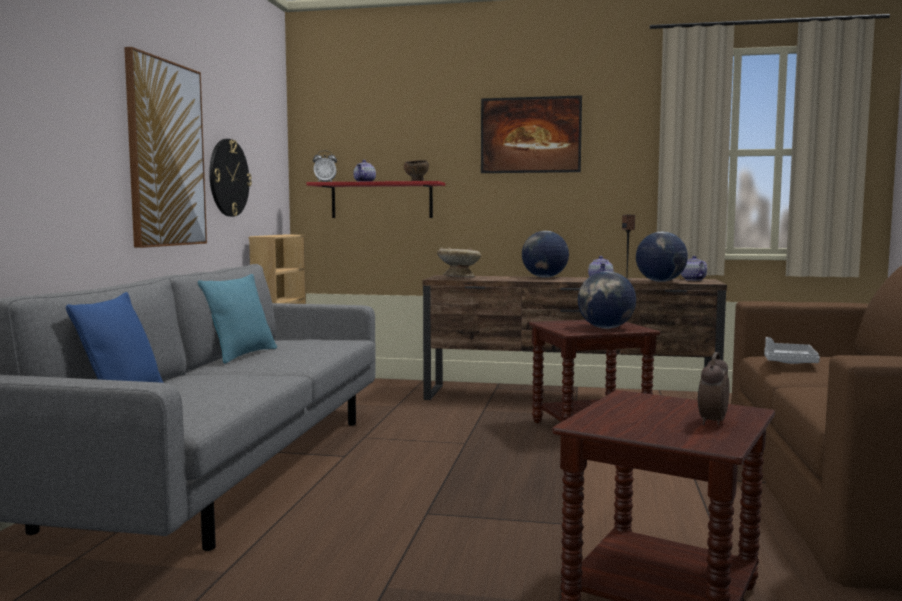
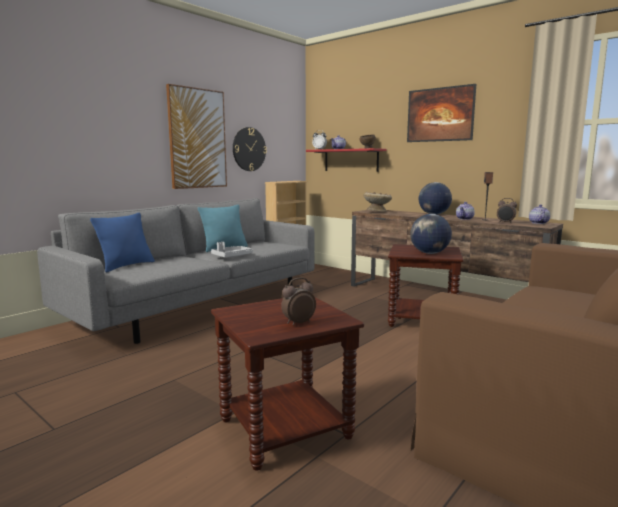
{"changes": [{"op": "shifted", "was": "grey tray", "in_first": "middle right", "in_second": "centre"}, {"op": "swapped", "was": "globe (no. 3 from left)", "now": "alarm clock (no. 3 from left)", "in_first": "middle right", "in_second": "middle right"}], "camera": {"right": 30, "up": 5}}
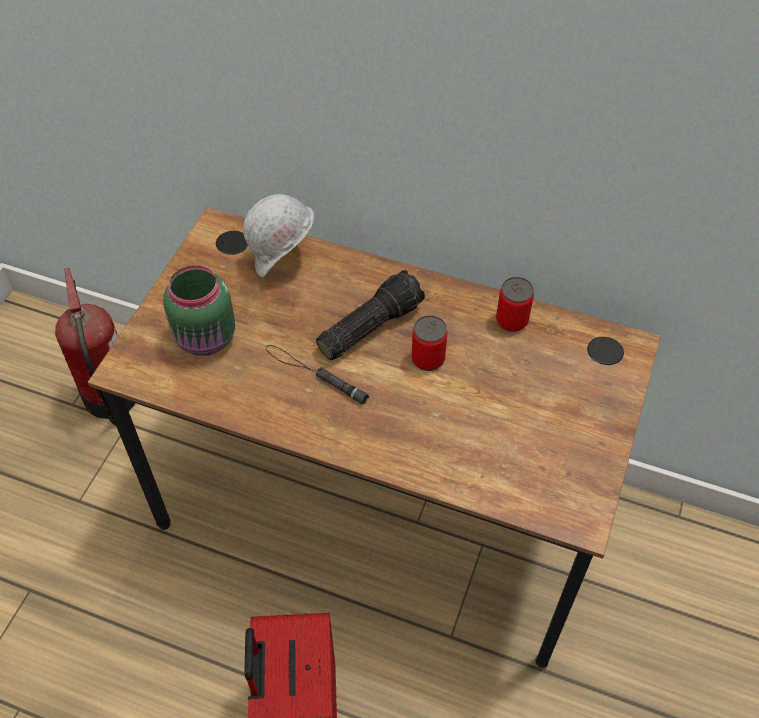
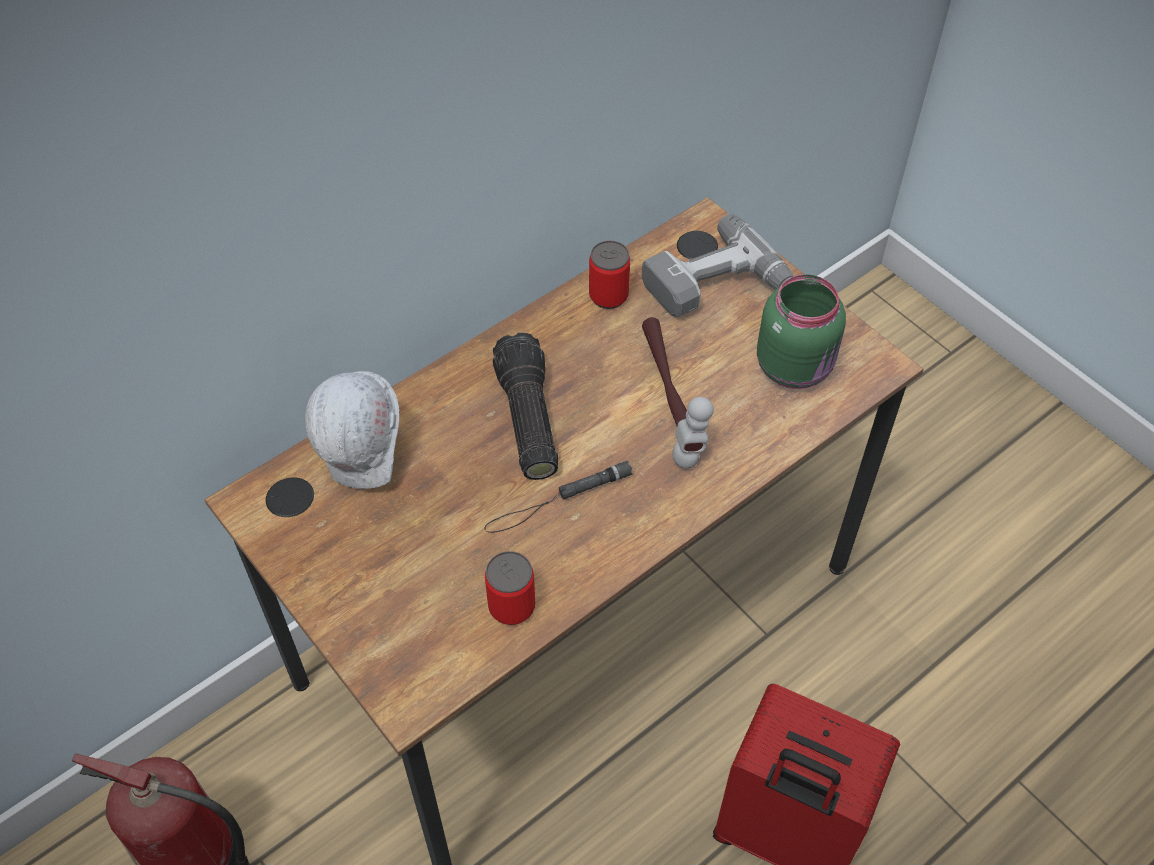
{"changes": [{"op": "new", "now": "power drill", "in_second": "top centre"}, {"op": "new", "now": "hammer", "in_second": "centre"}, {"op": "shifted", "was": "green jar", "in_first": "middle left", "in_second": "middle right"}, {"op": "shifted", "was": "can (no. 1 from left)", "in_first": "centre", "in_second": "bottom centre"}], "camera": {"right": -60, "up": 0}}
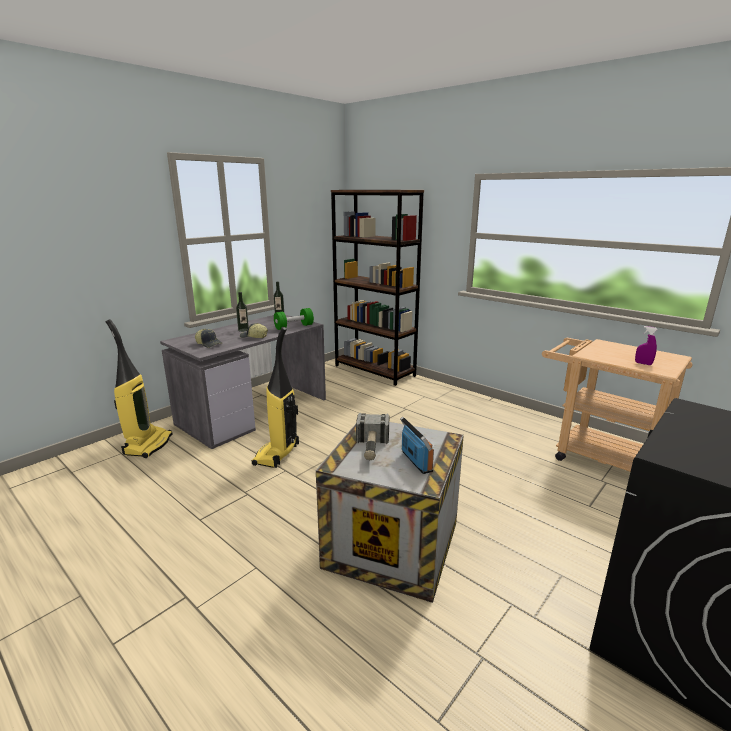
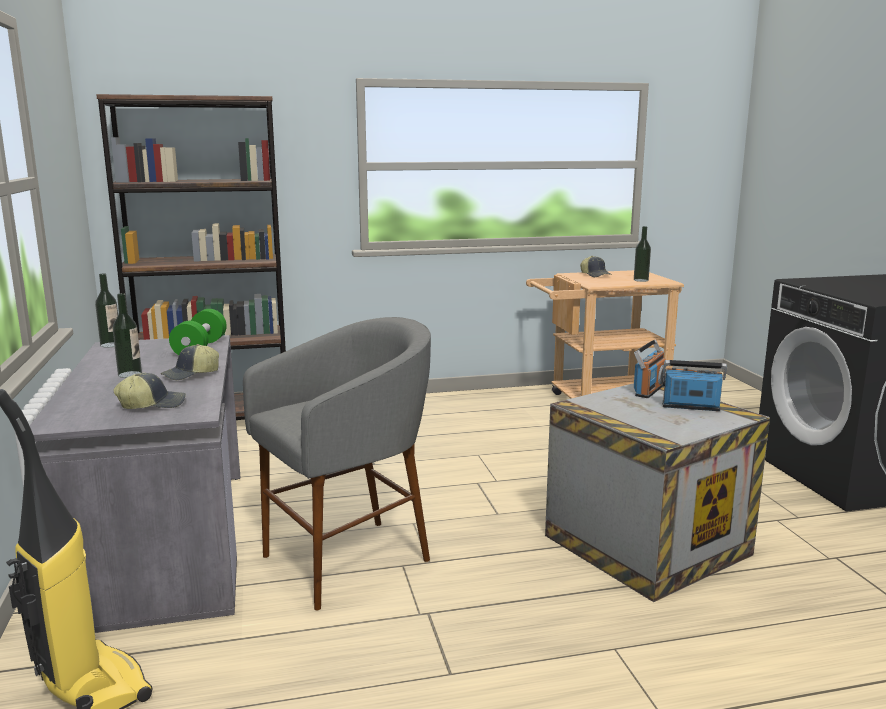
{"changes": [{"op": "gone", "was": "hammer", "in_first": "centre"}, {"op": "new", "now": "cap (no. 3 from left)", "in_second": "middle right"}, {"op": "new", "now": "radio (no. 1 from left)", "in_second": "middle right"}, {"op": "swapped", "was": "vacuum cleaner (no. 2 from left)", "now": "grey stool", "in_first": "centre", "in_second": "centre"}, {"op": "swapped", "was": "purple spray bottle", "now": "bottle (no. 3 from left)", "in_first": "middle right", "in_second": "middle right"}], "camera": {"right": -55, "up": -5}}
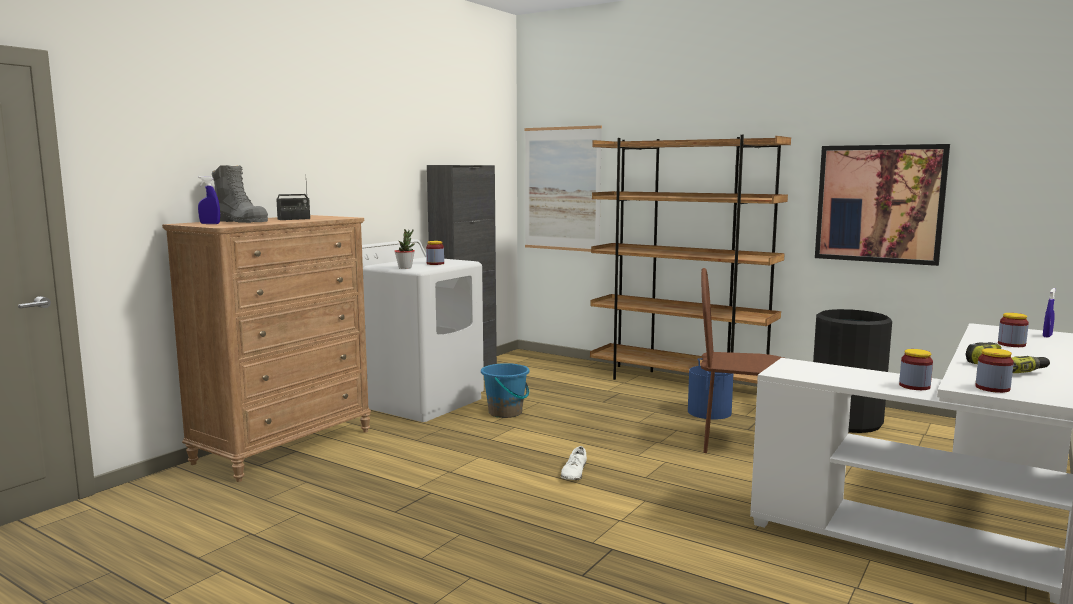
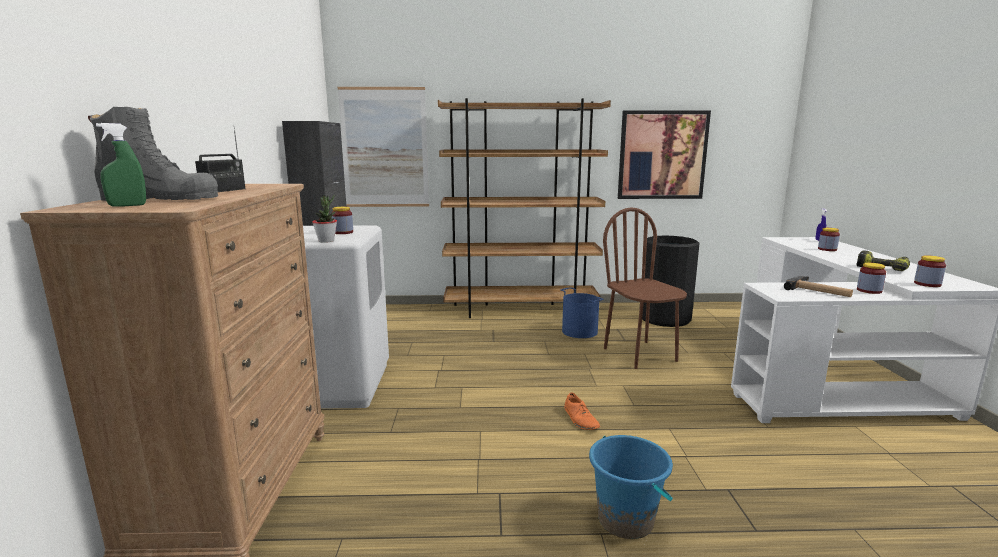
{"changes": [{"op": "new", "now": "hammer", "in_second": "middle right"}, {"op": "shifted", "was": "blue bucket (no. 1 from left in the first image)", "now": "blue bucket (no. 2 from left)", "in_first": "centre", "in_second": "bottom centre"}, {"op": "repainted", "was": "blue spray bottle (no. 1 from left)", "now": "green spray bottle", "in_first": "top left", "in_second": "top left"}, {"op": "repainted", "was": "white shoe", "now": "orange shoe", "in_first": "bottom centre", "in_second": "bottom centre"}, {"op": "rotated", "was": "brown chair", "in_first": "middle right", "in_second": "centre", "clockwise": 90}], "camera": {"right": -35, "up": 5}}
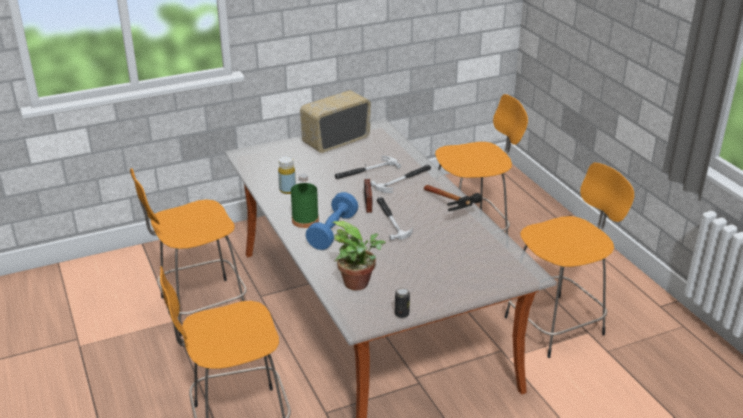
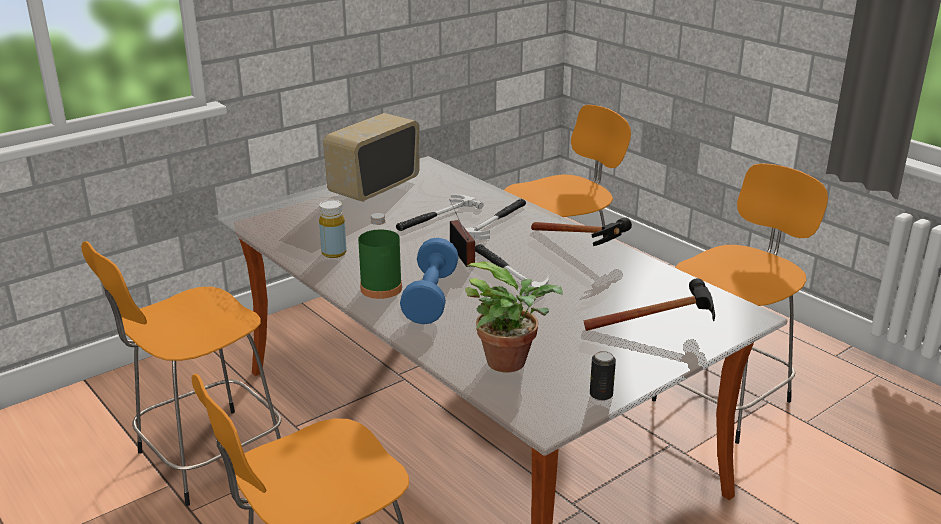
{"changes": [{"op": "new", "now": "hammer (no. 5 from left)", "in_second": "middle right"}], "camera": {"right": -15, "up": -5}}
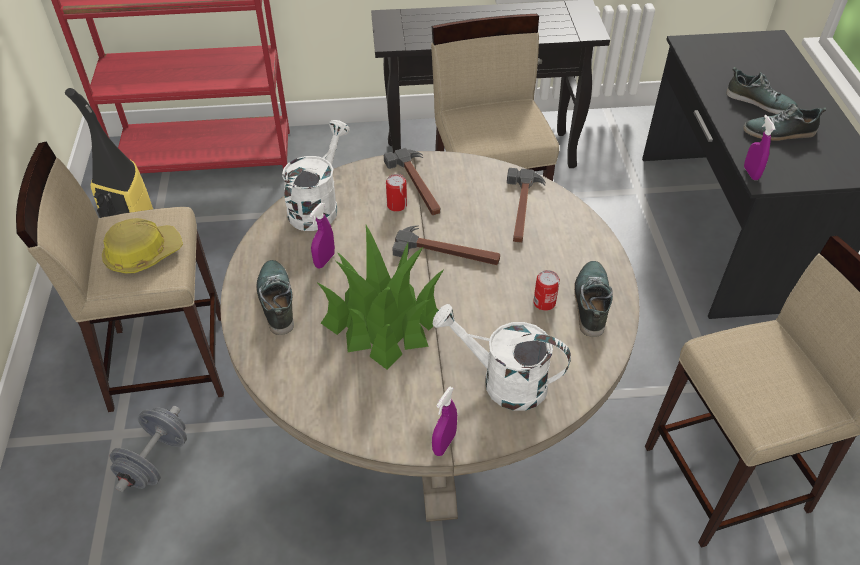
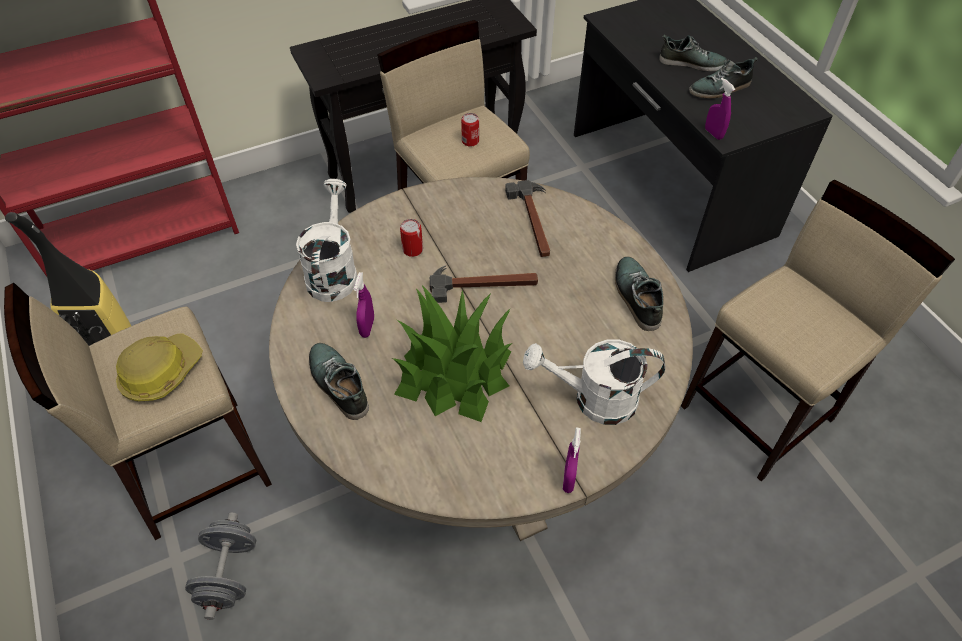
{"changes": [{"op": "gone", "was": "hammer (no. 1 from left)", "in_first": "top centre"}, {"op": "shifted", "was": "can (no. 2 from left)", "in_first": "centre", "in_second": "top centre"}], "camera": {"right": -20, "up": 5}}
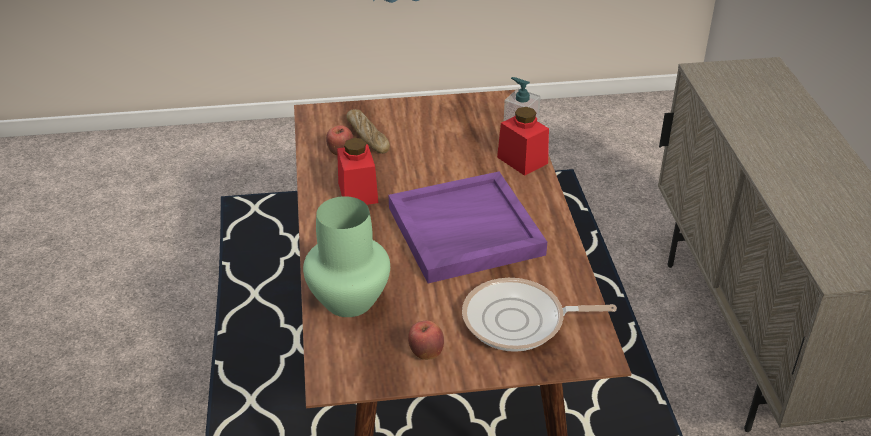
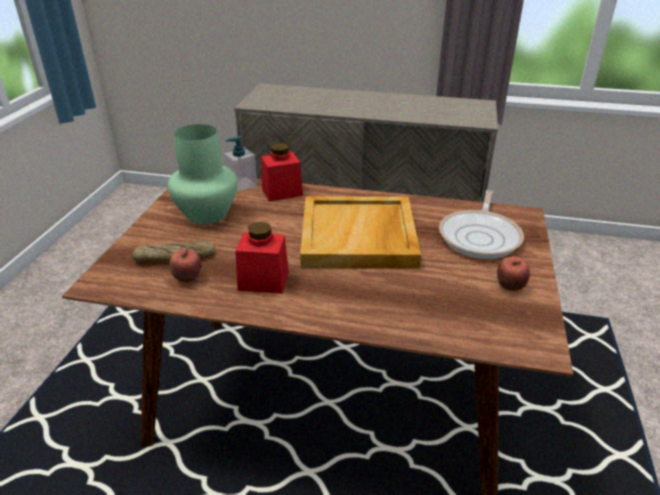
{"changes": [{"op": "shifted", "was": "green vase", "in_first": "centre", "in_second": "middle left"}, {"op": "repainted", "was": "purple tray", "now": "beige tray", "in_first": "centre", "in_second": "centre"}], "camera": {"right": -70, "up": -5}}
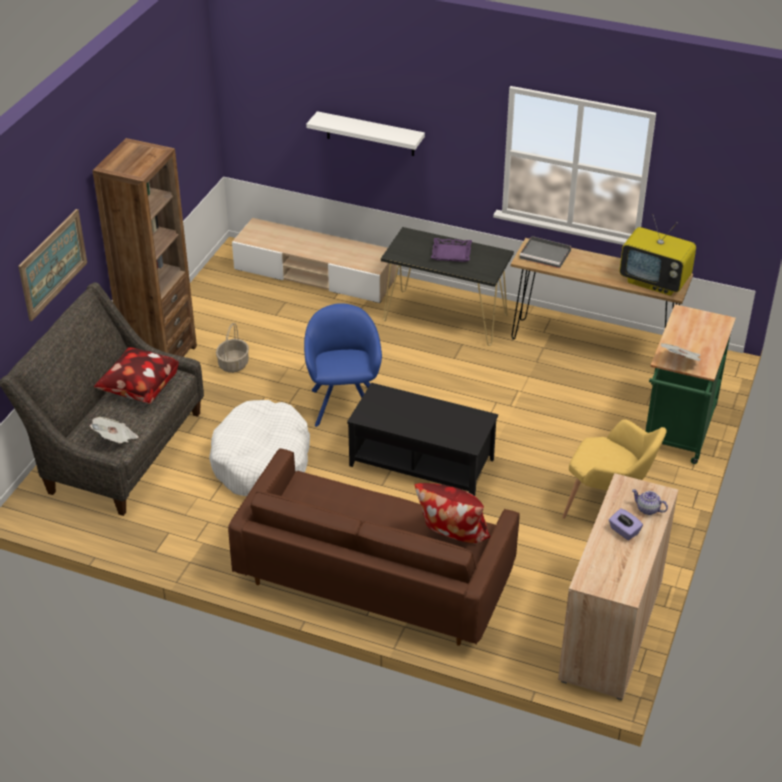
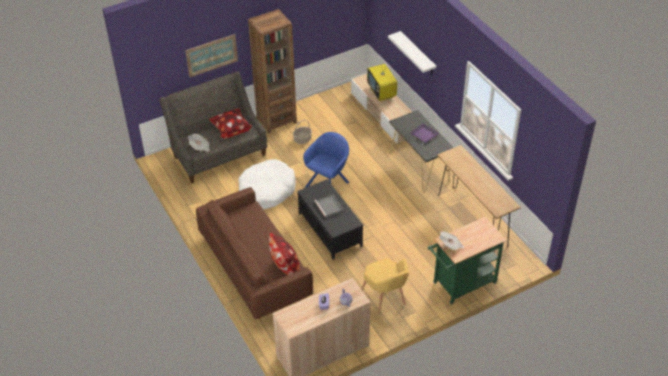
{"changes": [{"op": "shifted", "was": "grey tray", "in_first": "top right", "in_second": "centre"}, {"op": "shifted", "was": "television", "in_first": "top right", "in_second": "top centre"}], "camera": {"right": 40, "up": 5}}
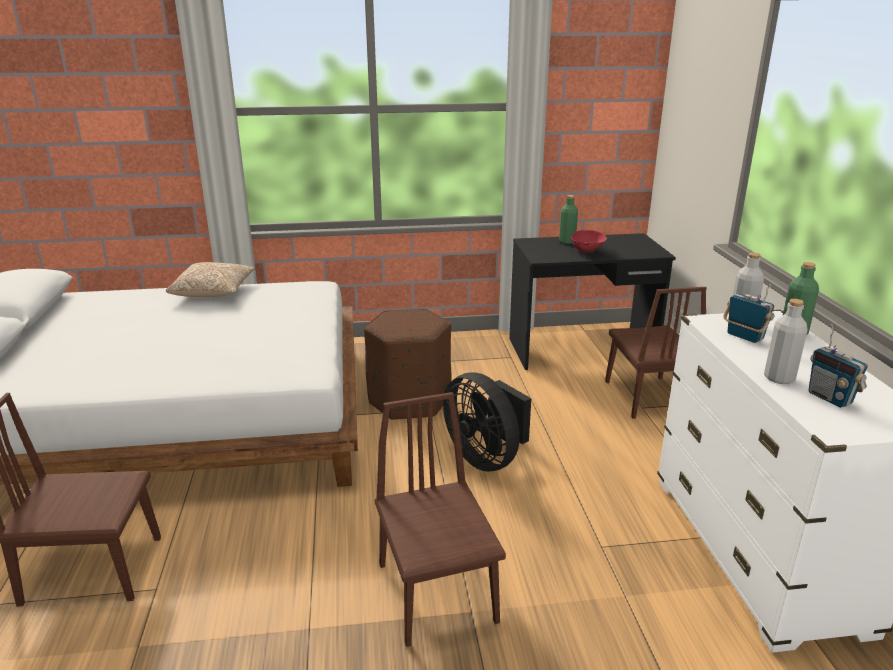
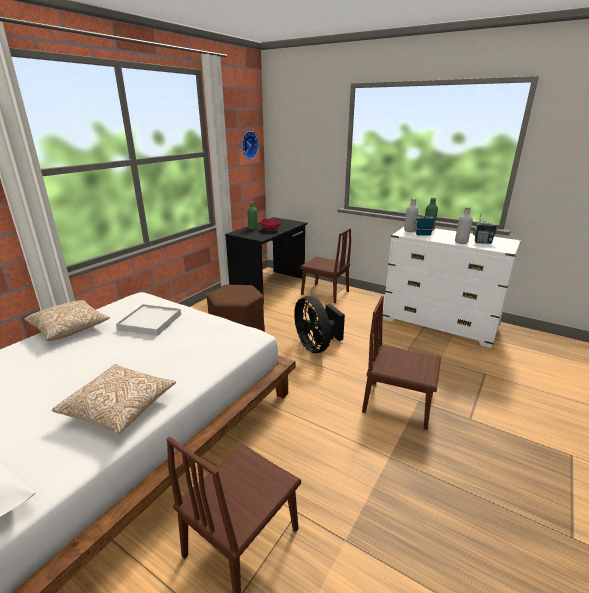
{"changes": [{"op": "new", "now": "pillow (no. 2 from left)", "in_second": "bottom left"}, {"op": "new", "now": "white tray", "in_second": "middle left"}, {"op": "new", "now": "wall clock", "in_second": "top centre"}, {"op": "rotated", "was": "black fan", "in_first": "centre", "in_second": "centre", "clockwise": 60}], "camera": {"right": -50, "up": 0}}
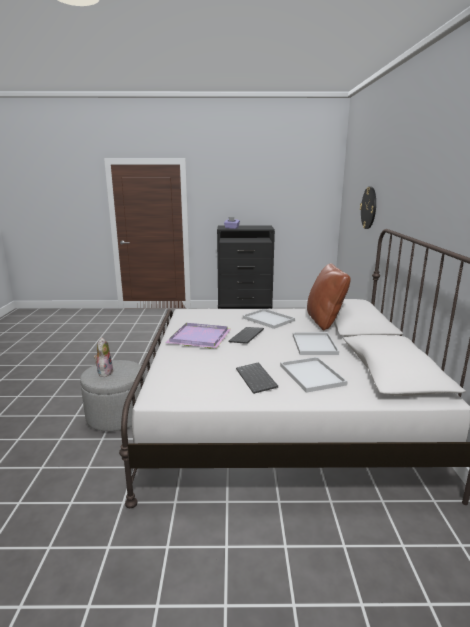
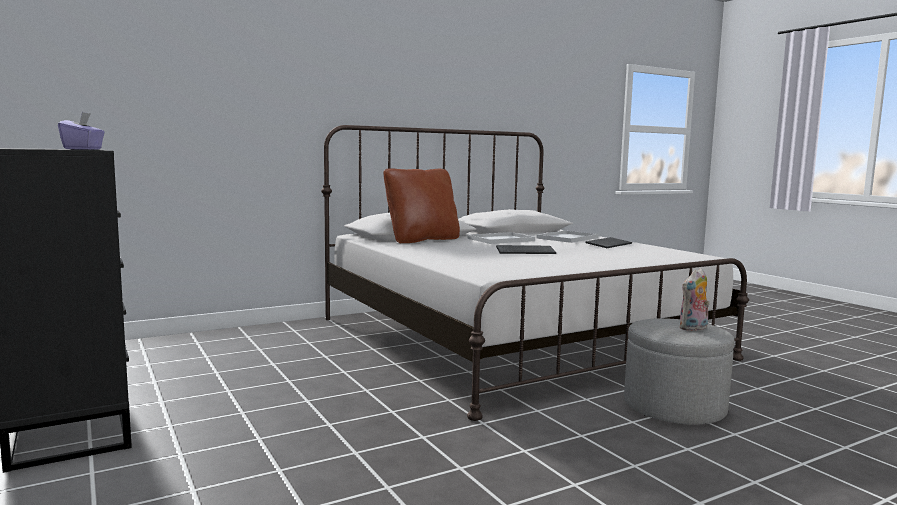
{"changes": [{"op": "gone", "was": "purple tray", "in_first": "centre"}, {"op": "gone", "was": "white tray (no. 1 from left)", "in_first": "centre"}, {"op": "gone", "was": "wall clock", "in_first": "top right"}], "camera": {"right": -120, "up": -10}}
